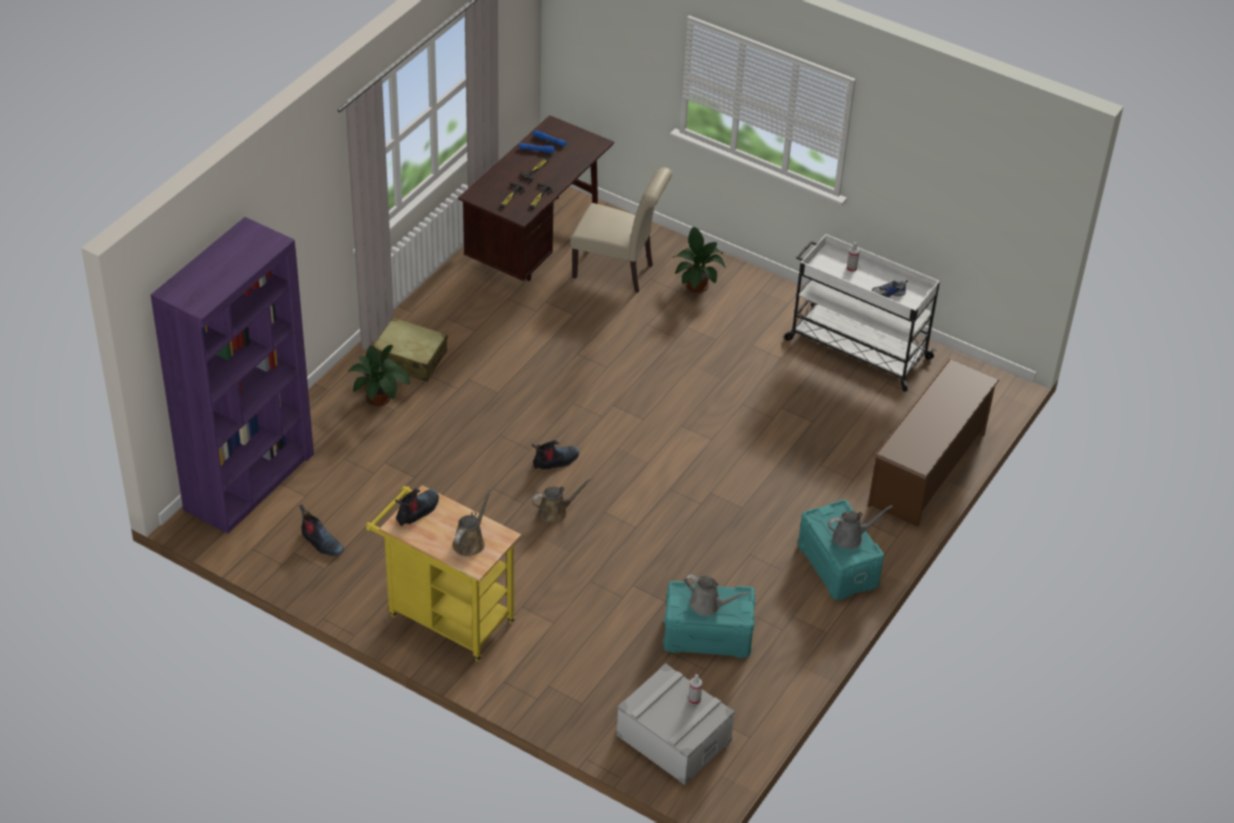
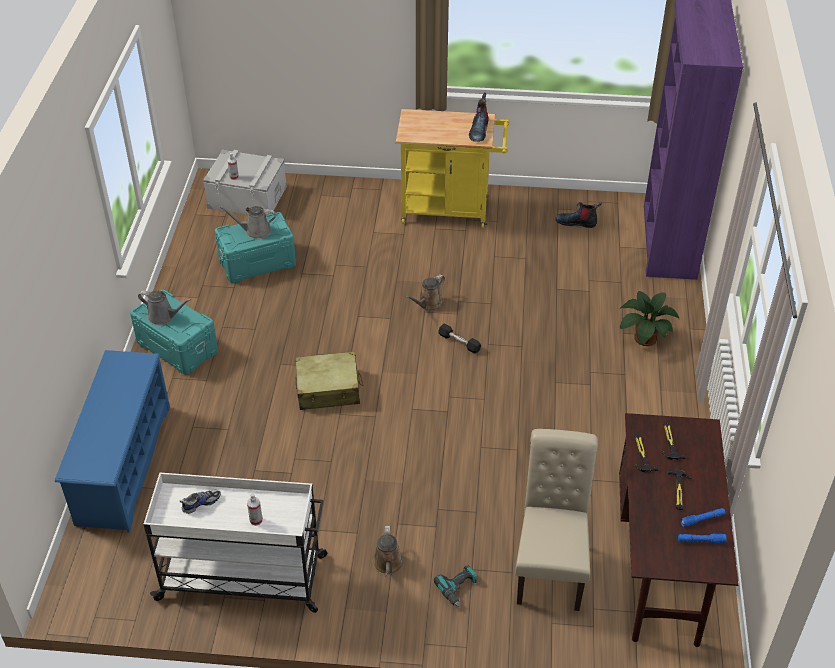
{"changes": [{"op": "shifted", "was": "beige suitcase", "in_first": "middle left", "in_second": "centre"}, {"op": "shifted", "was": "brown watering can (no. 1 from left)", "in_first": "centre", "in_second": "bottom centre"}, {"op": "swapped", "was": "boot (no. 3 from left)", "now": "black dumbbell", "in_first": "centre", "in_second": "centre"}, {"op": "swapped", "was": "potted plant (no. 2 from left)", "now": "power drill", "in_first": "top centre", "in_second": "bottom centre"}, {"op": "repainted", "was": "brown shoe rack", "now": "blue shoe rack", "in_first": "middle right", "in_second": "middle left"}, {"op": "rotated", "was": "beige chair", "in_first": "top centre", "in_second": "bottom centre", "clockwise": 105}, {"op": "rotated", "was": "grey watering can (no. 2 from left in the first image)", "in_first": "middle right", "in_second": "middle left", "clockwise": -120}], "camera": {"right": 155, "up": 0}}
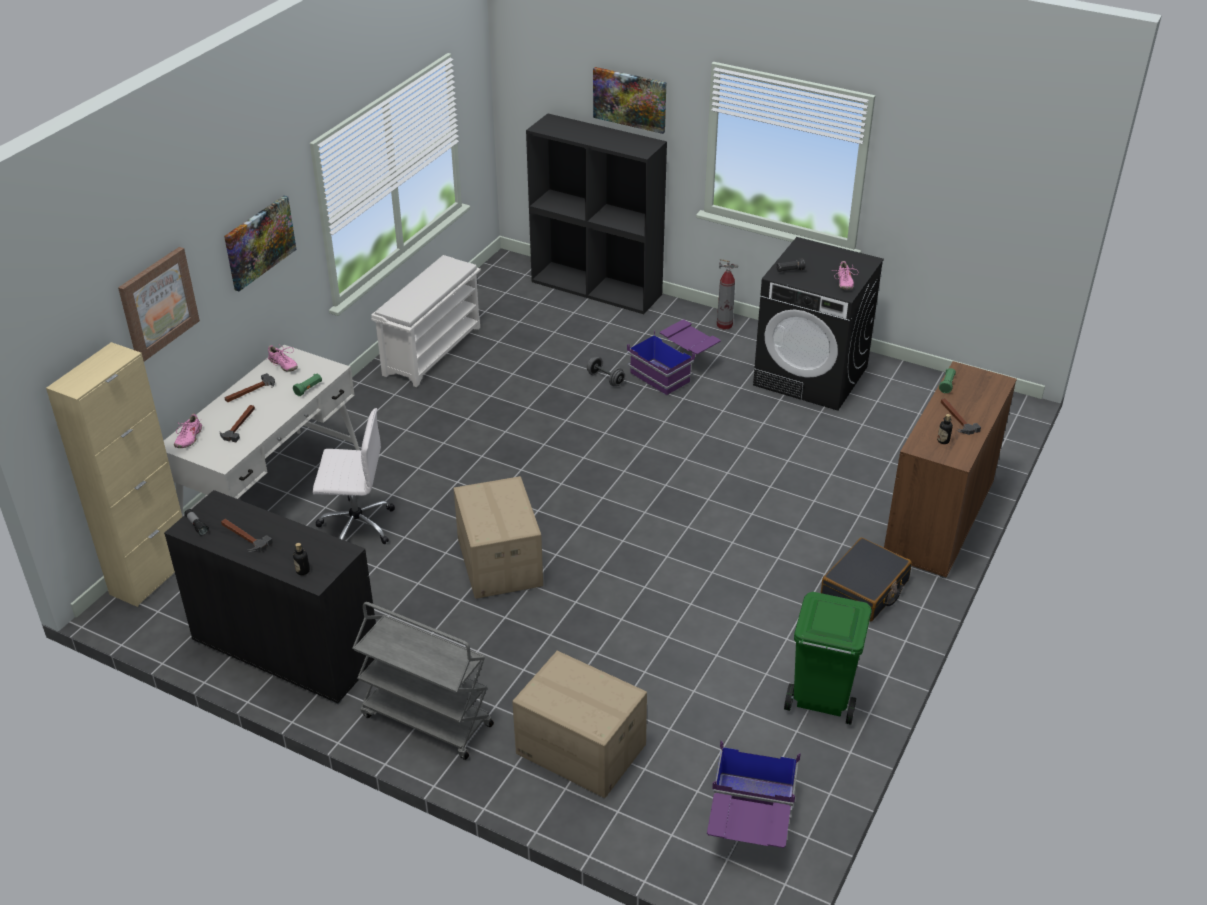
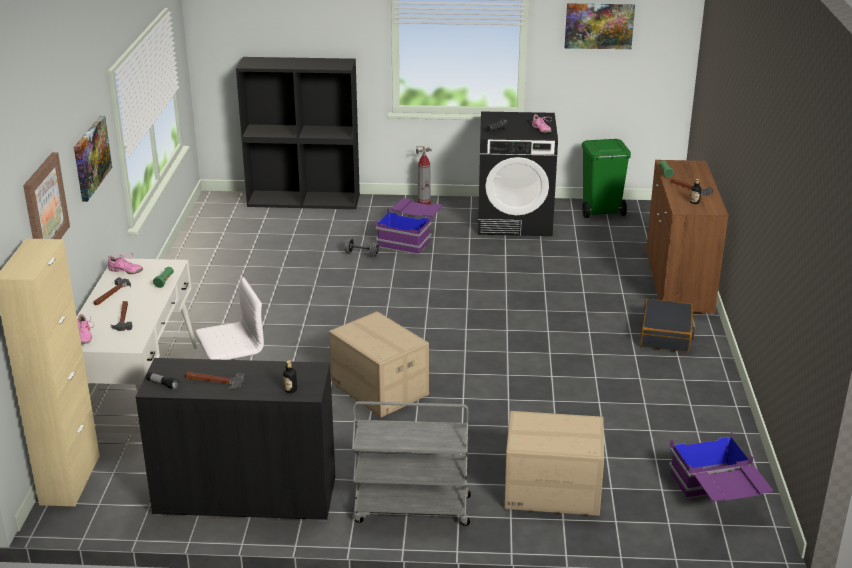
{"changes": [{"op": "gone", "was": "white shoe rack", "in_first": "centre"}, {"op": "shifted", "was": "picture (no. 3 from left)", "in_first": "top centre", "in_second": "top right"}, {"op": "shifted", "was": "green trash can", "in_first": "bottom right", "in_second": "top right"}], "camera": {"right": -25, "up": -10}}
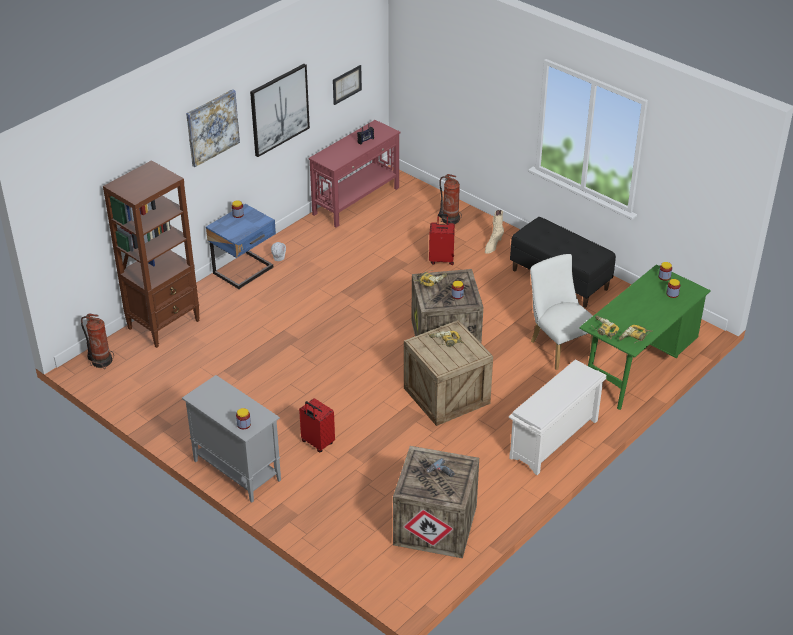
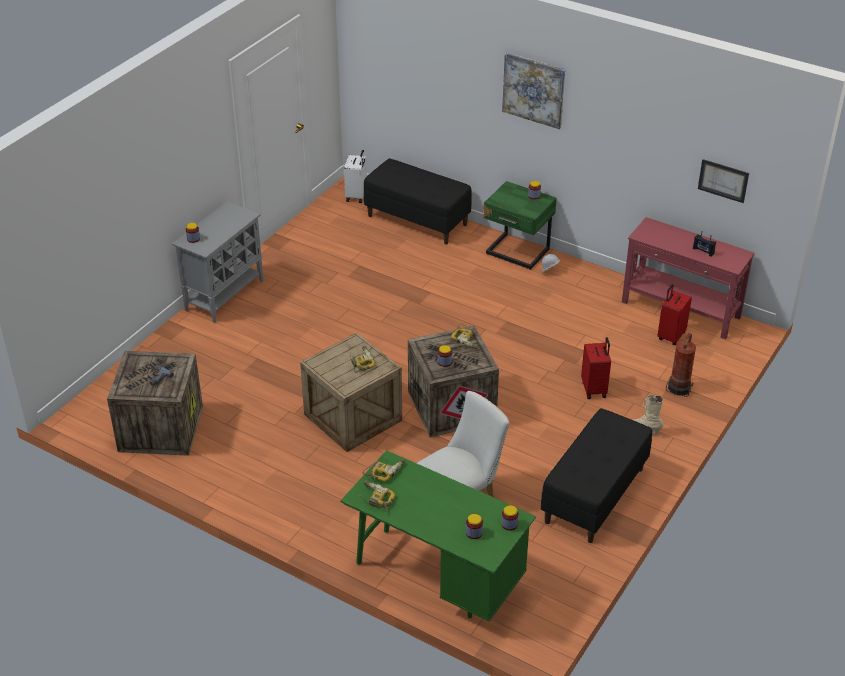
{"changes": [{"op": "gone", "was": "picture (no. 2 from left)", "in_first": "top centre"}, {"op": "gone", "was": "white shoe rack", "in_first": "middle right"}, {"op": "shifted", "was": "red suitcase (no. 1 from left in the first image)", "now": "red suitcase (no. 2 from left)", "in_first": "bottom centre", "in_second": "middle right"}, {"op": "swapped", "was": "fire extinguisher (no. 1 from left)", "now": "white suitcase", "in_first": "middle left", "in_second": "top centre"}, {"op": "swapped", "was": "brown bookcase", "now": "black bench (no. 1 from left)", "in_first": "middle left", "in_second": "top centre"}, {"op": "repainted", "was": "blue nightstand", "now": "green nightstand", "in_first": "middle left", "in_second": "top centre"}], "camera": {"right": 80, "up": 0}}
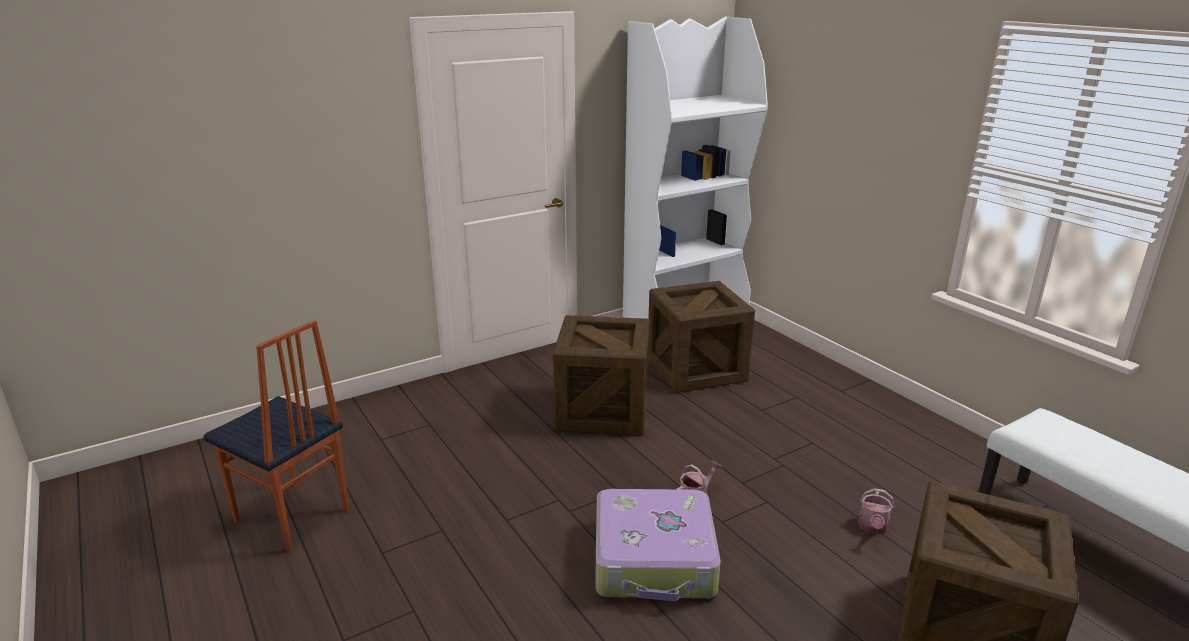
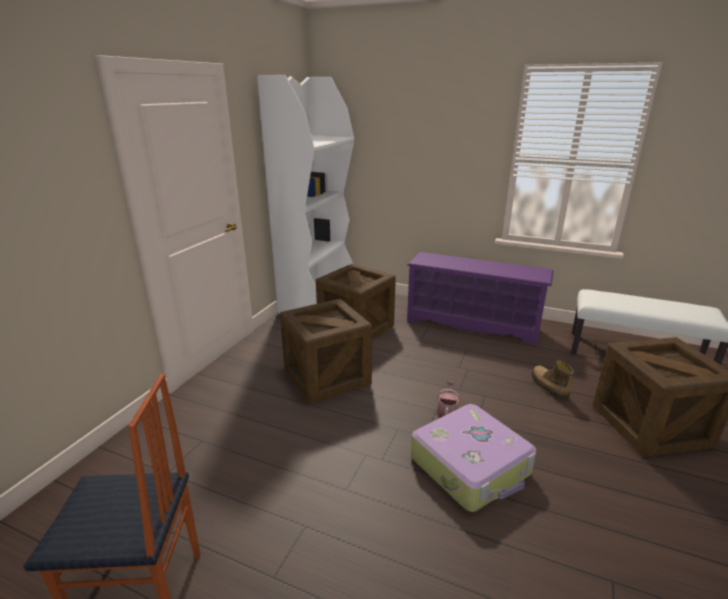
{"changes": [{"op": "new", "now": "purple shoe rack", "in_second": "centre"}, {"op": "swapped", "was": "watering can (no. 2 from left)", "now": "boot", "in_first": "bottom right", "in_second": "middle right"}], "camera": {"right": -35, "up": 0}}
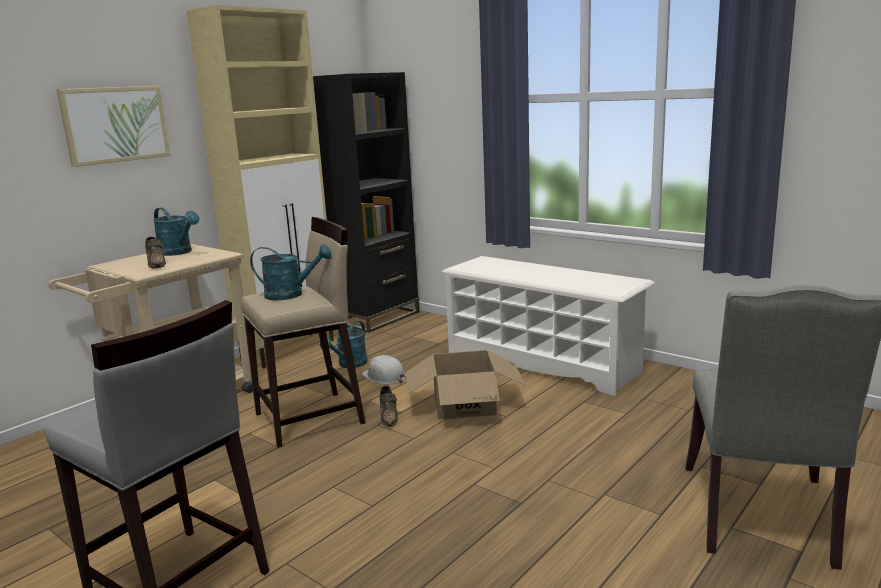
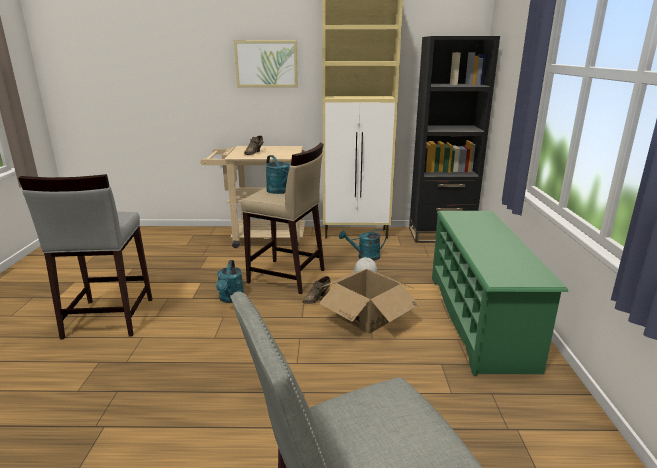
{"changes": [{"op": "shifted", "was": "turquoise watering can (no. 1 from left)", "in_first": "middle left", "in_second": "centre"}, {"op": "repainted", "was": "white shoe rack", "now": "green shoe rack", "in_first": "centre", "in_second": "middle right"}], "camera": {"right": 50, "up": 5}}
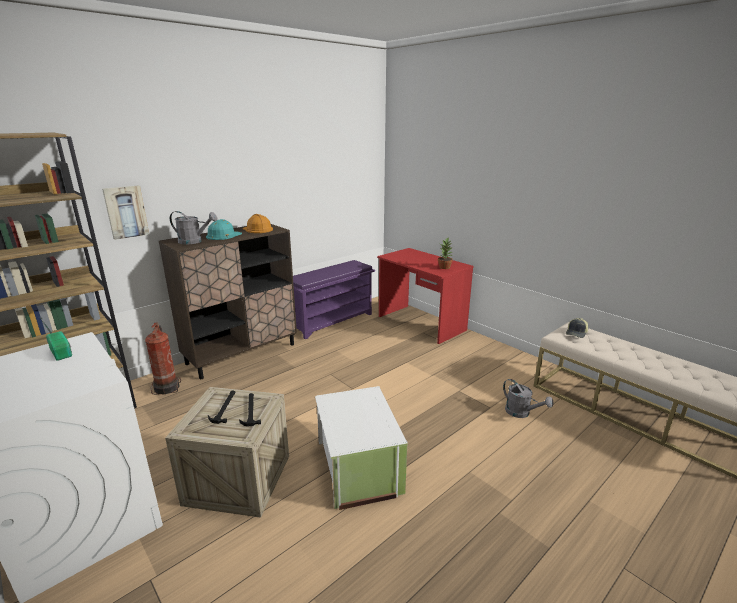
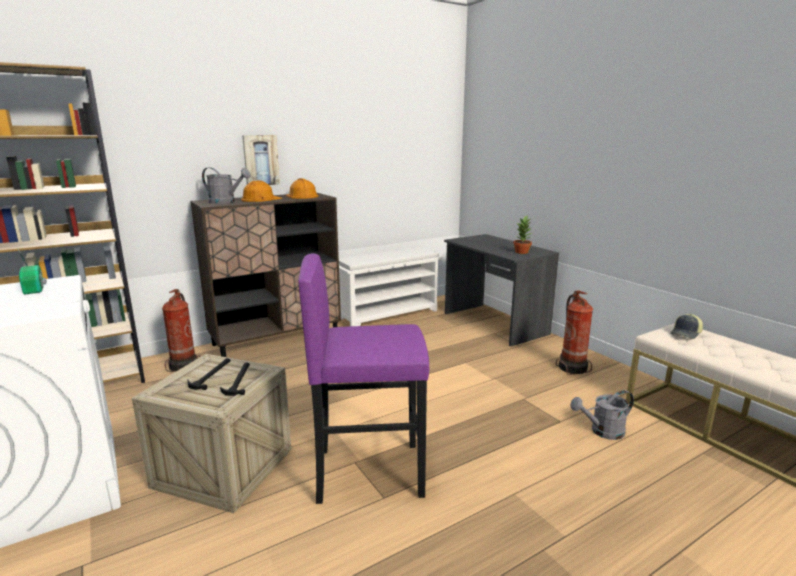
{"changes": [{"op": "new", "now": "fire extinguisher (no. 2 from left)", "in_second": "middle right"}, {"op": "shifted", "was": "picture", "in_first": "middle left", "in_second": "top left"}, {"op": "swapped", "was": "white storage box", "now": "purple stool", "in_first": "bottom centre", "in_second": "centre"}, {"op": "repainted", "was": "turquoise hard hat", "now": "orange hard hat (no. 1 from left)", "in_first": "middle left", "in_second": "top left"}, {"op": "repainted", "was": "purple shoe rack", "now": "white shoe rack", "in_first": "centre", "in_second": "centre"}, {"op": "repainted", "was": "red desk", "now": "grey desk", "in_first": "centre", "in_second": "centre"}, {"op": "rotated", "was": "grey watering can (no. 2 from left)", "in_first": "middle right", "in_second": "bottom right", "clockwise": 105}], "camera": {"right": 10, "up": -5}}
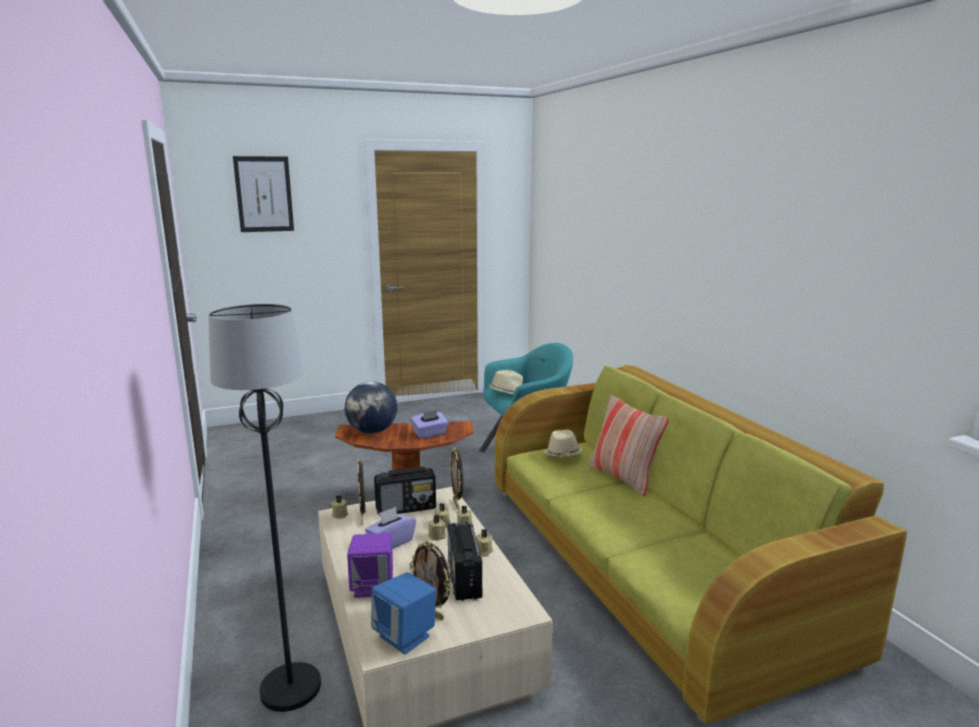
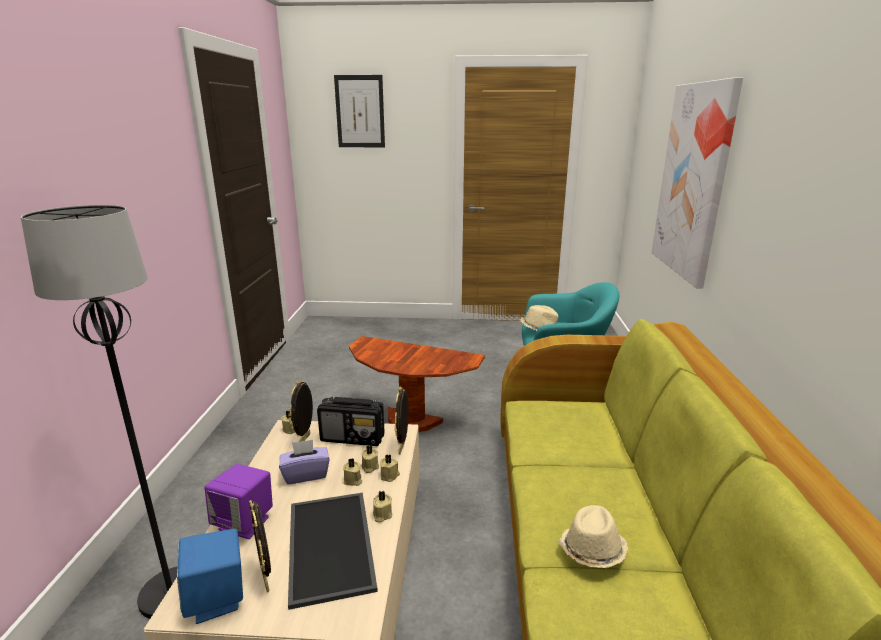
{"changes": [{"op": "gone", "was": "globe", "in_first": "centre"}, {"op": "gone", "was": "purple tissue box (no. 2 from left)", "in_first": "centre"}, {"op": "gone", "was": "pillow", "in_first": "centre"}, {"op": "new", "now": "picture (no. 2 from left)", "in_second": "top right"}, {"op": "shifted", "was": "beige hat (no. 2 from left)", "in_first": "centre", "in_second": "bottom right"}, {"op": "swapped", "was": "radio (no. 2 from left)", "now": "tray", "in_first": "bottom centre", "in_second": "bottom centre"}], "camera": {"right": 25, "up": 5}}
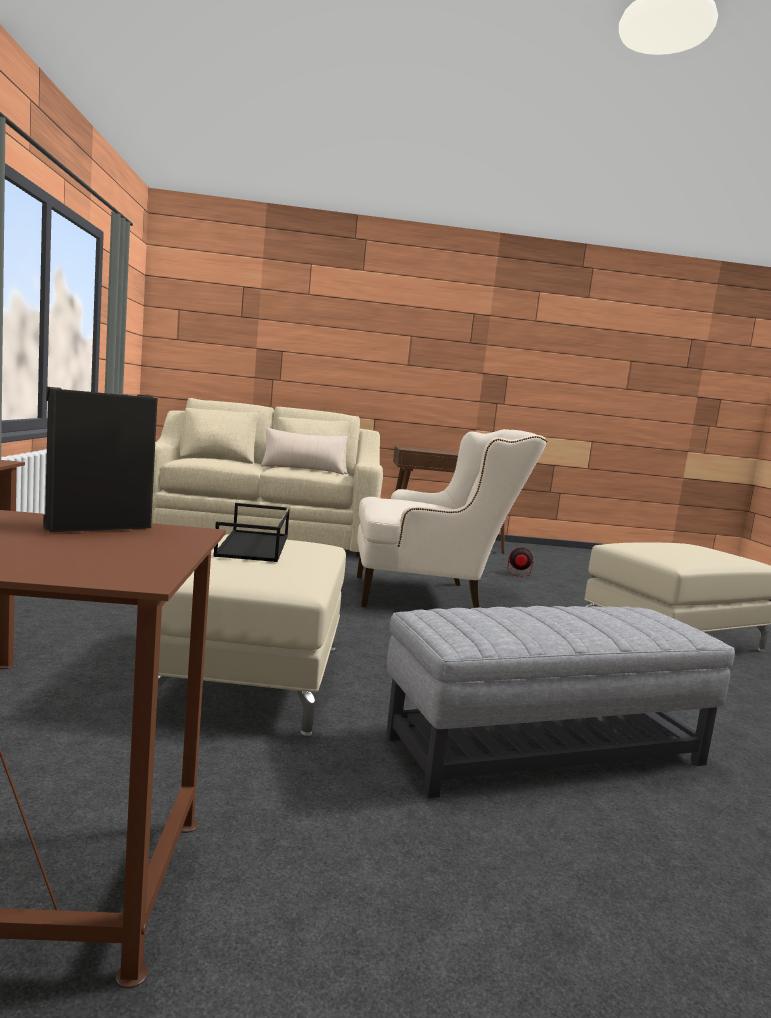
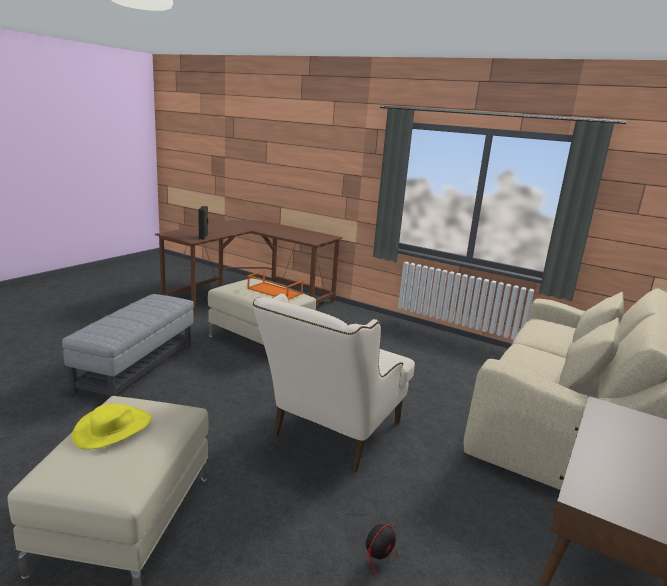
{"changes": [{"op": "gone", "was": "beige pillow", "in_first": "centre"}, {"op": "new", "now": "yellow hat", "in_second": "bottom left"}, {"op": "repainted", "was": "black tray", "now": "orange tray", "in_first": "middle left", "in_second": "centre"}], "camera": {"right": 125, "up": 10}}
